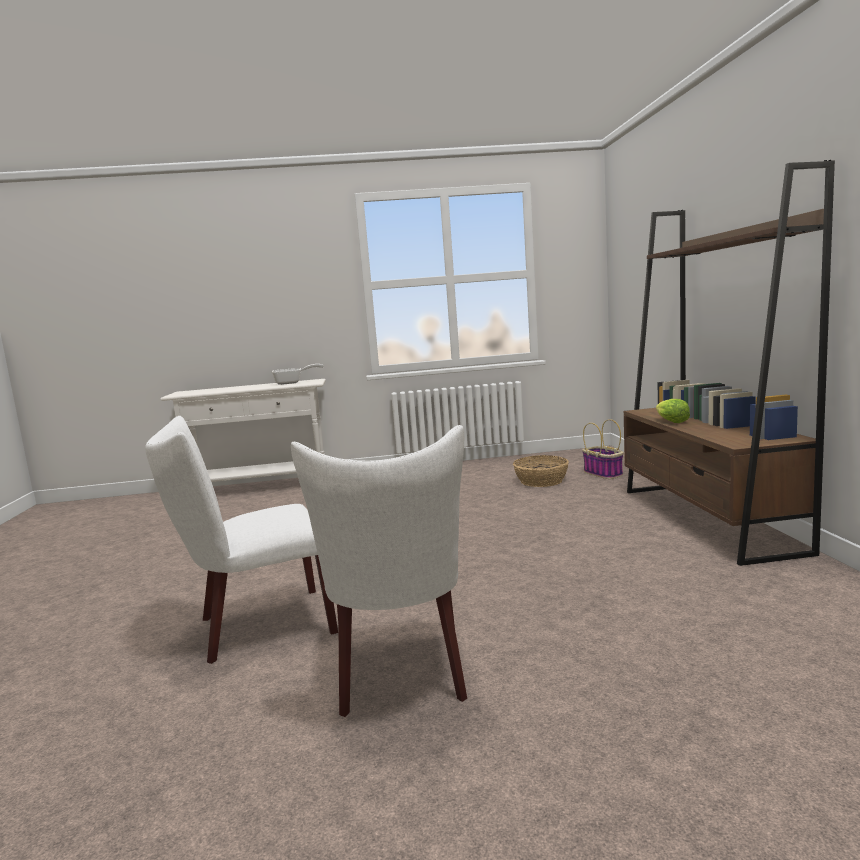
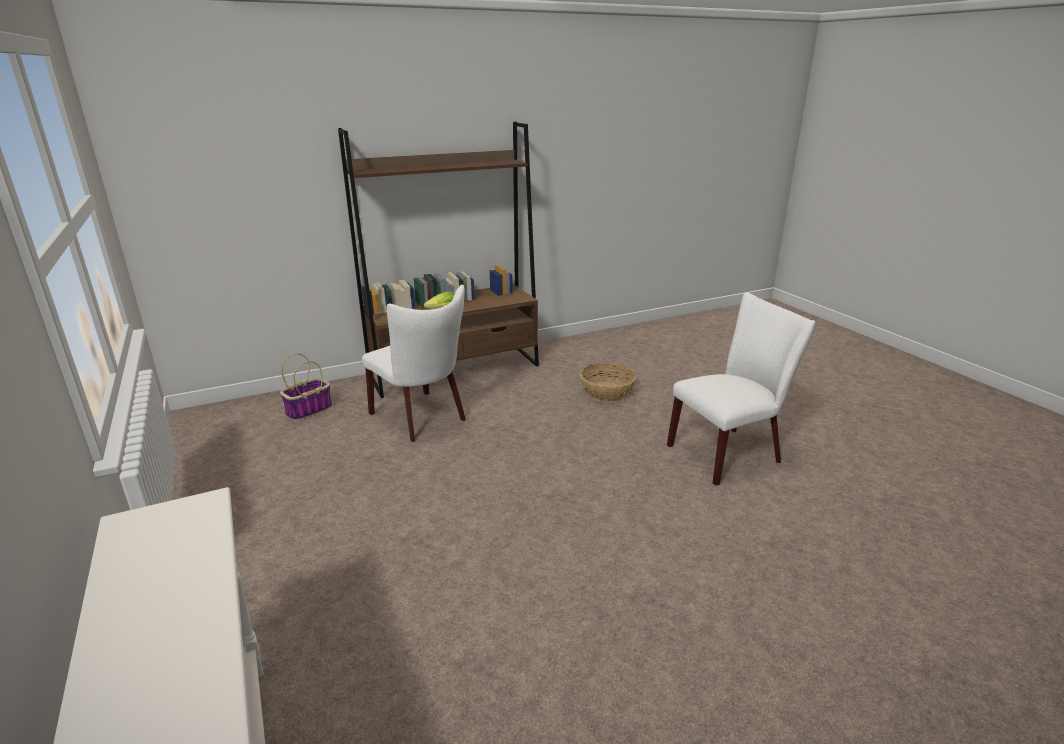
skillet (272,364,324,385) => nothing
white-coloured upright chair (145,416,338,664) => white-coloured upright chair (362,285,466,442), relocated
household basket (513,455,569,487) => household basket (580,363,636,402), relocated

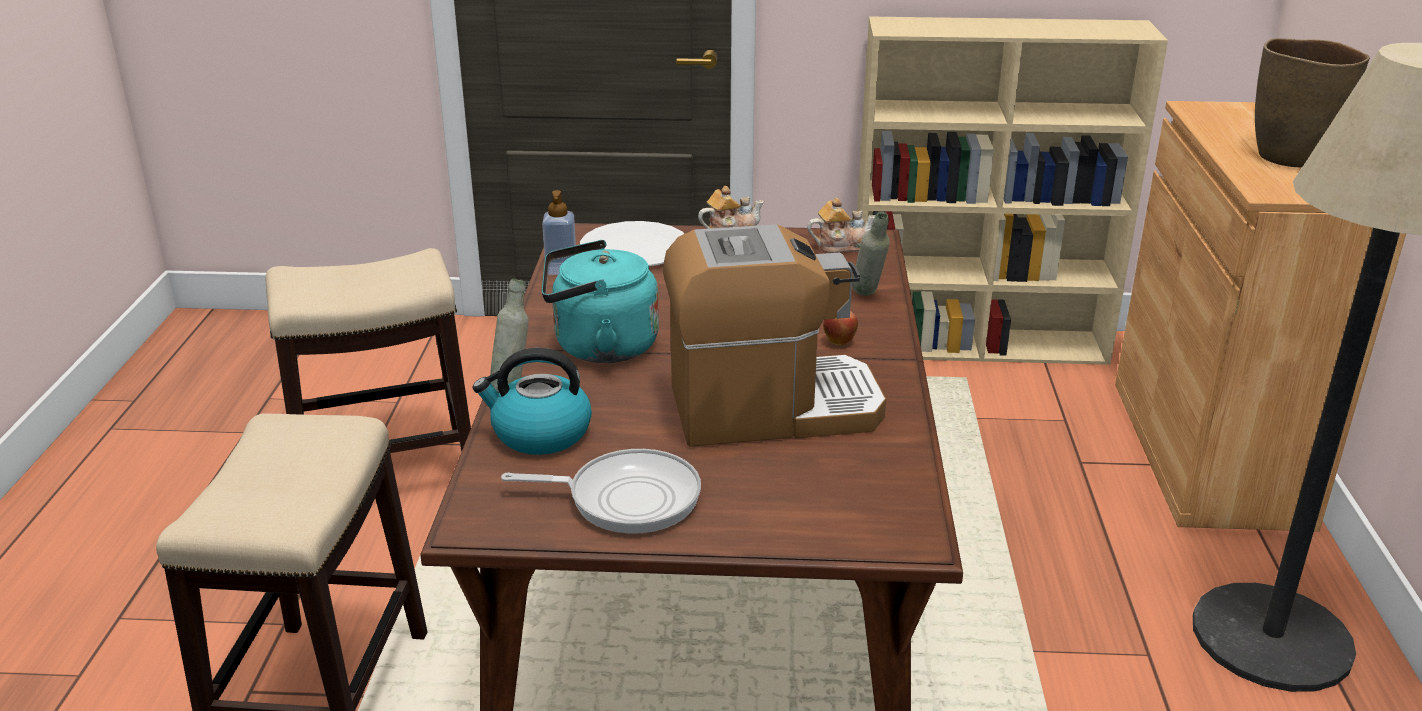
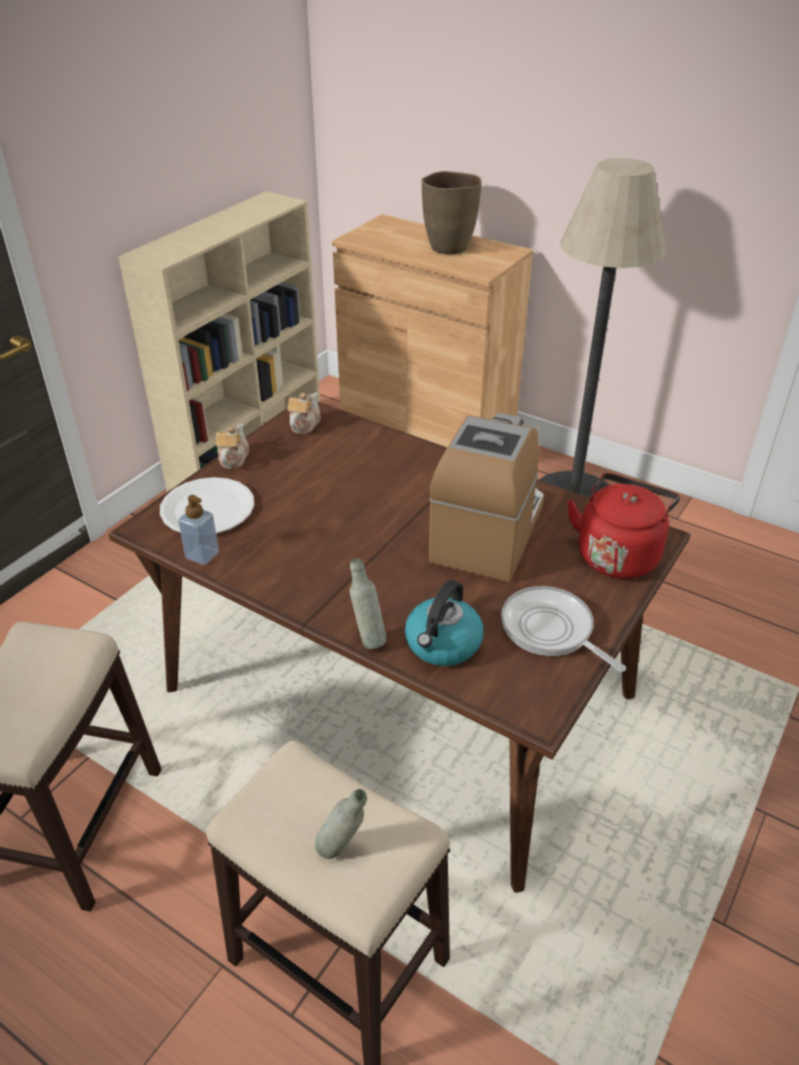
turquoise-coloured tea kettle (542,240,659,363) => nothing
apple (823,311,858,345) => nothing
nothing => reddish tea kettle (567,473,680,579)
gray bottle (852,212,890,296) => gray bottle (315,789,367,859), relocated
skillet (501,449,701,534) => skillet (501,586,626,672), 75 degrees counterclockwise

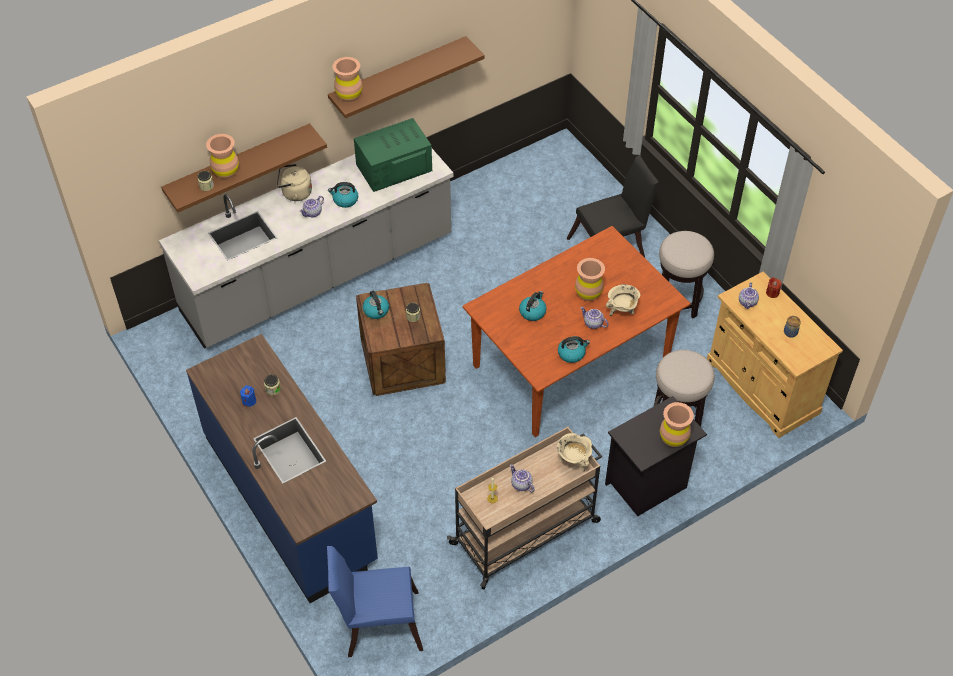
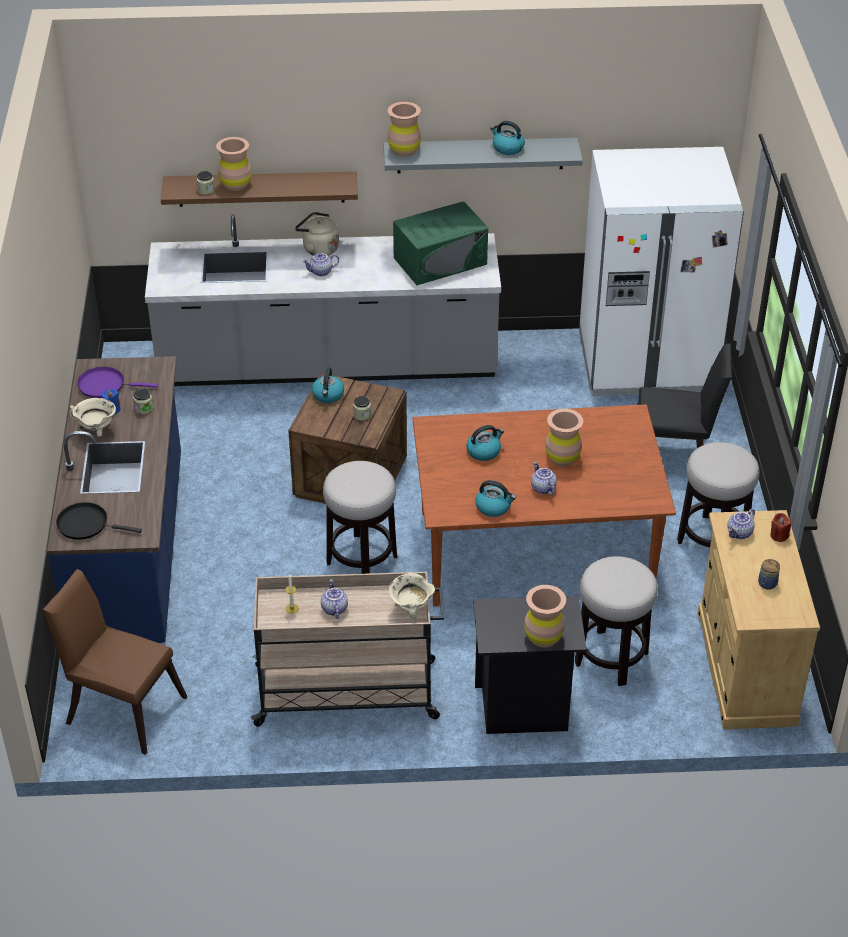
nothing => black-coloured skillet (56,502,142,540)
nothing => purple skillet (77,367,158,398)
nothing => stool seat (323,461,397,574)
nothing => white-coloured kitchen fridge (579,147,744,396)
tea kettle (328,182,358,208) => tea kettle (490,121,525,155), relocated
sand-coloured saucepot (606,284,640,316) => sand-coloured saucepot (69,398,116,437), relocated
blue upright chair (327,546,423,657) => brownish upright chair (43,569,187,755)
brownish wall shelf (328,36,485,118) => gray wall shelf (383,138,583,174)
greenish microwave oven (354,118,432,192) => greenish microwave oven (393,201,488,285), 150 degrees clockwise

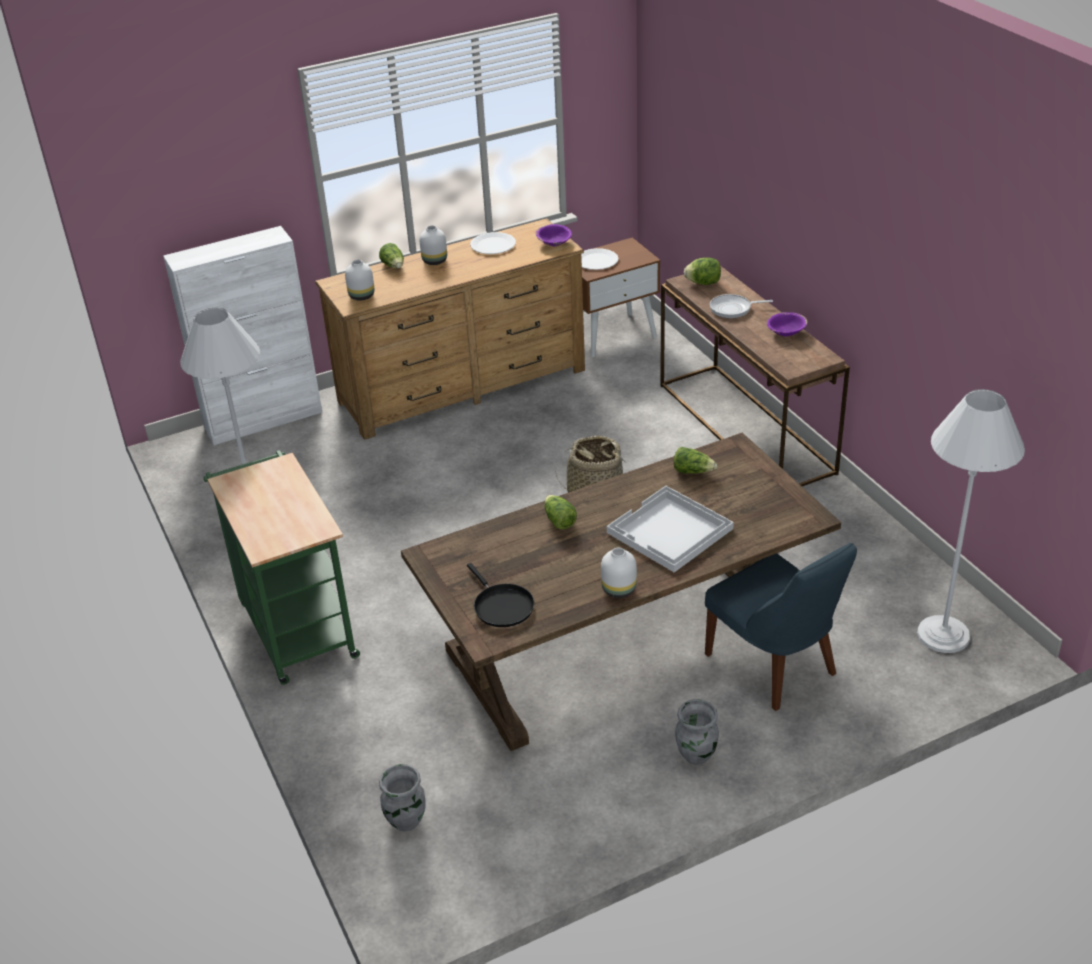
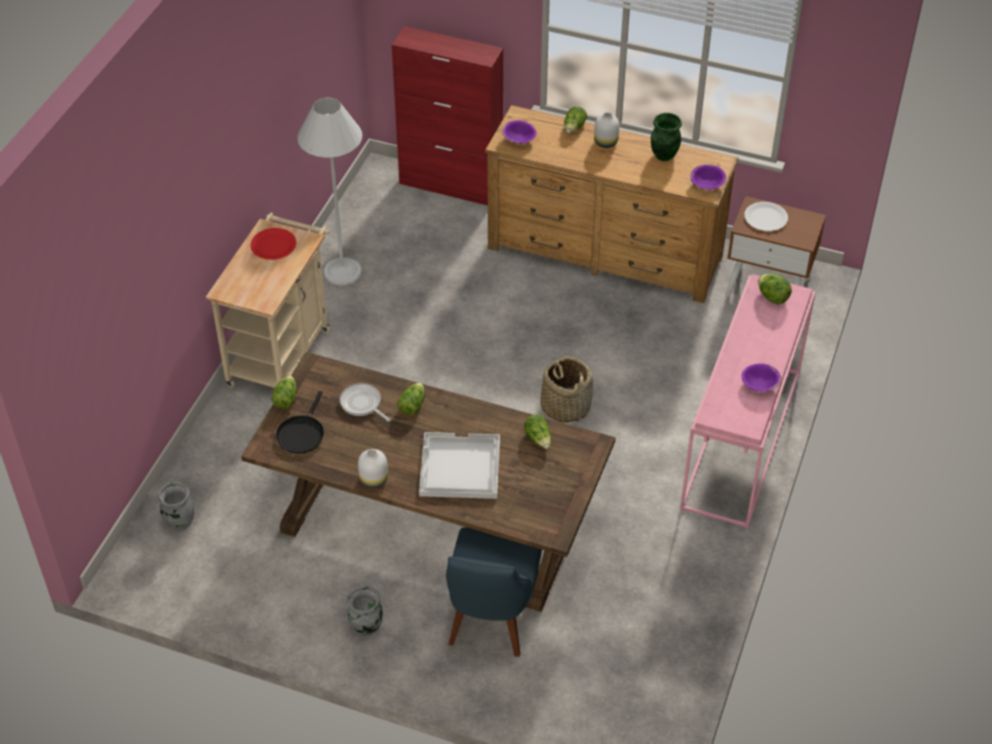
white-coloured floor lamp (917,389,1025,653) => nothing
nothing => reddish dinner plate (250,228,297,260)
nothing => lettuce head (271,375,297,409)
skillet (710,294,773,318) => skillet (340,383,391,421), relocated
white-coloured flower vase (345,260,374,301) => purple serving bowl (502,120,536,144)
white-coloured dinner plate (470,232,516,254) => greenish flower vase (651,113,682,161)
white-coloured storage cabinet (163,226,322,445) => reddish storage cabinet (392,26,503,205)
greenish cart (203,450,360,685) => sand-coloured cart (206,213,331,388)
brownish narrow table (660,266,850,486) => pink narrow table (680,274,816,529)

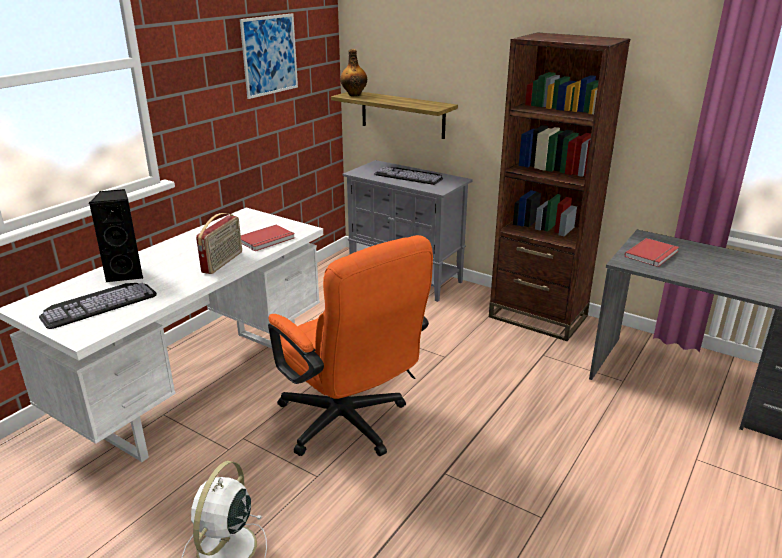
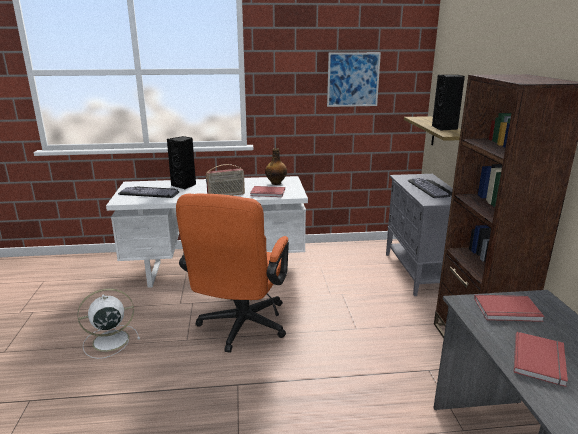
nothing => black-coloured speaker (432,75,465,131)
nothing => reddish book (514,332,568,387)
bottle (340,49,367,96) => bottle (265,148,287,185), relocated

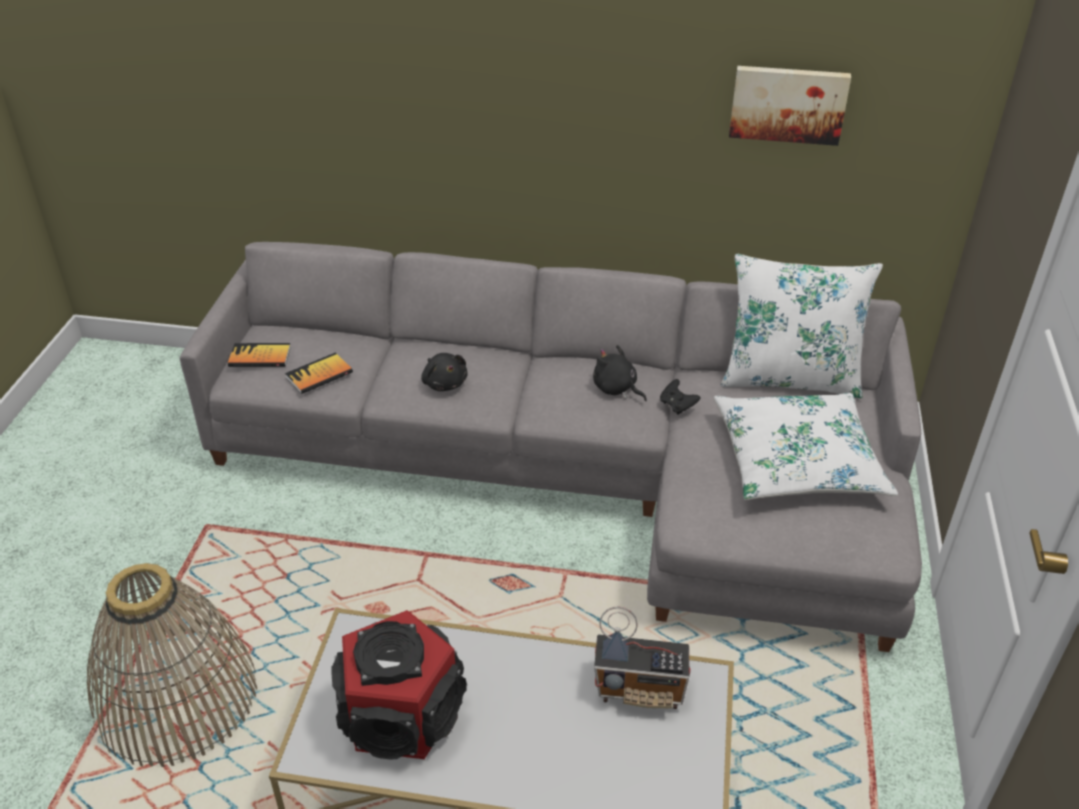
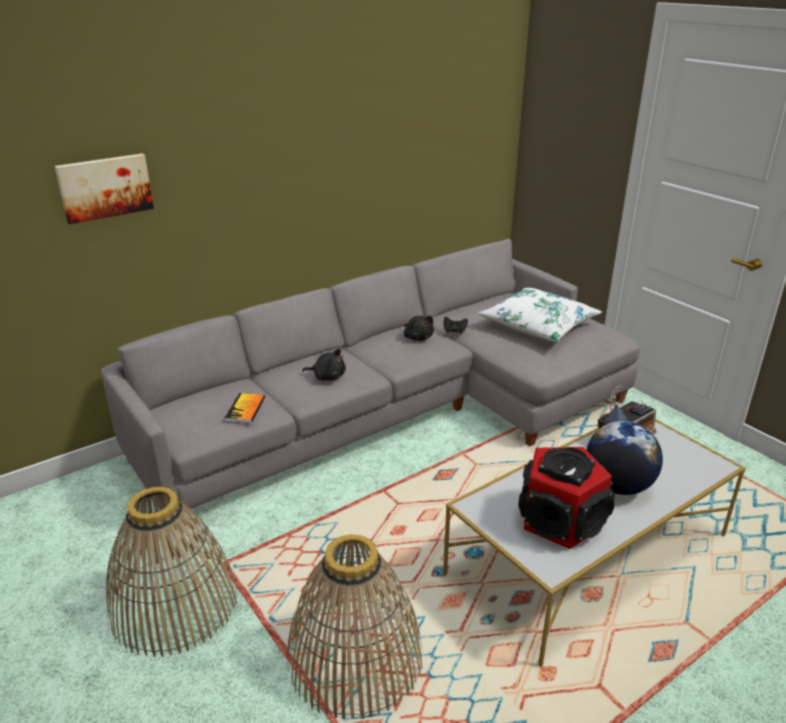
book (228,343,291,367) => nothing
white-coloured throw pillow (720,254,883,398) => nothing
nothing => household basket (106,487,237,657)
nothing => globe (586,421,663,495)
wall picture (729,66,851,146) => wall picture (54,154,154,224), relocated
black-coloured cuddly toy (593,345,647,401) => black-coloured cuddly toy (404,316,434,341), 120 degrees counterclockwise

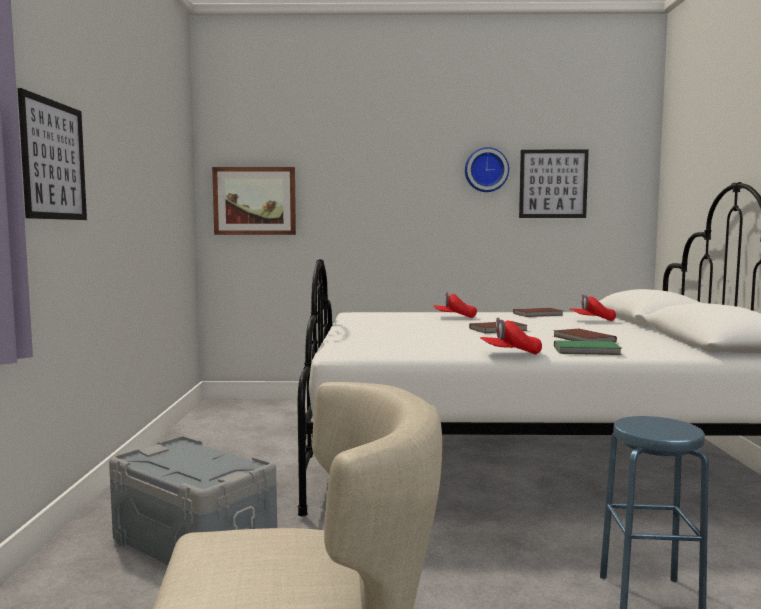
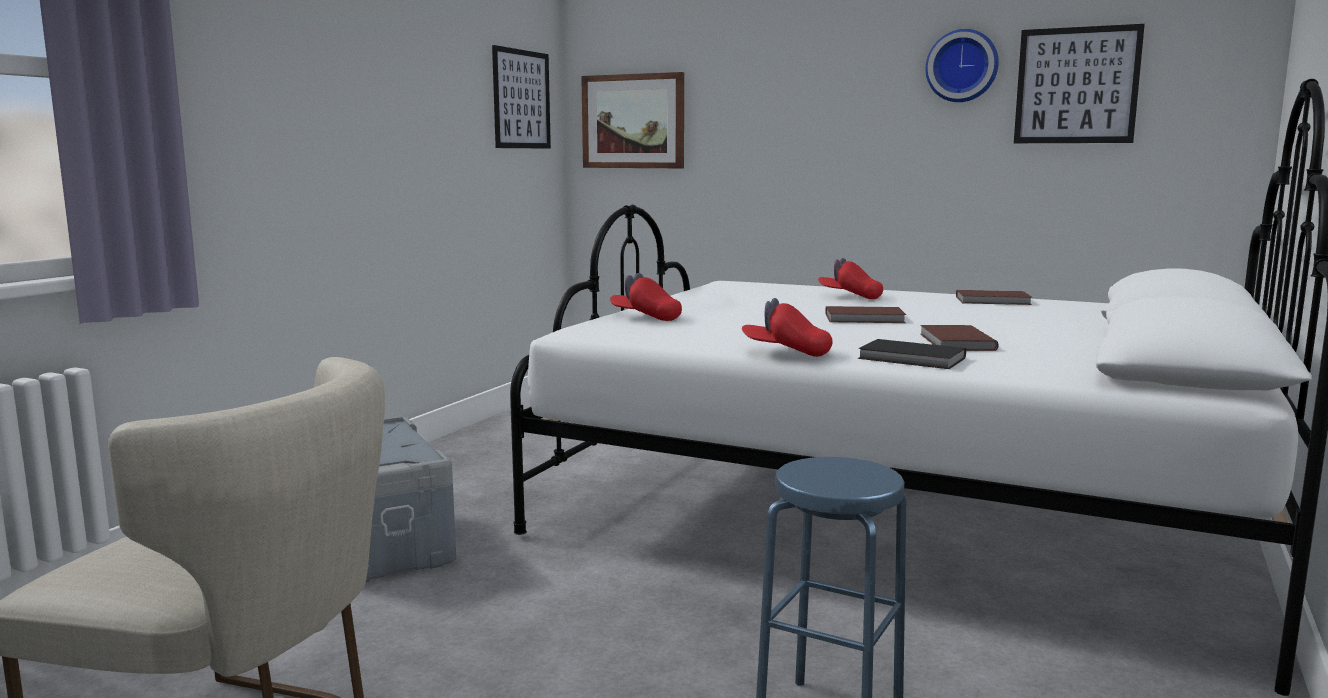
wall picture (18,88,87,220) => wall picture (492,45,551,149), relocated
reddish peaked cap (569,294,616,321) => reddish peaked cap (610,273,682,321), relocated
greenish book (554,340,621,355) => black-coloured book (858,339,966,369)

